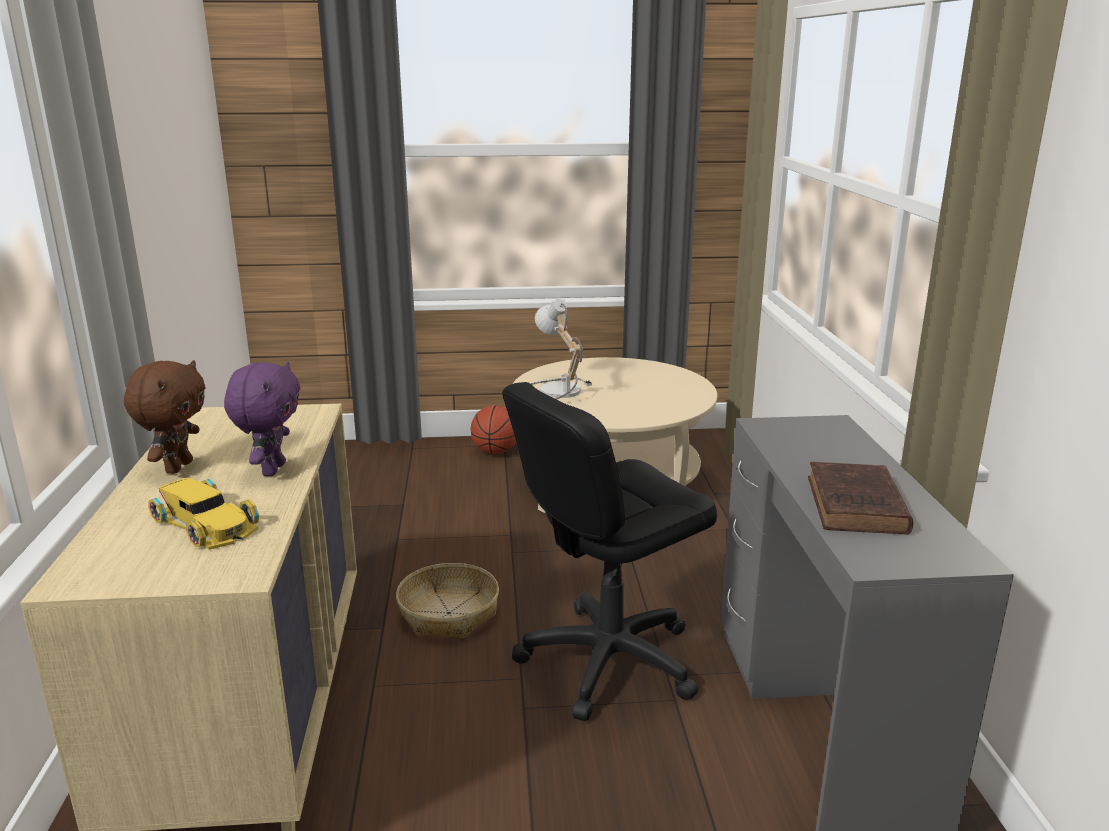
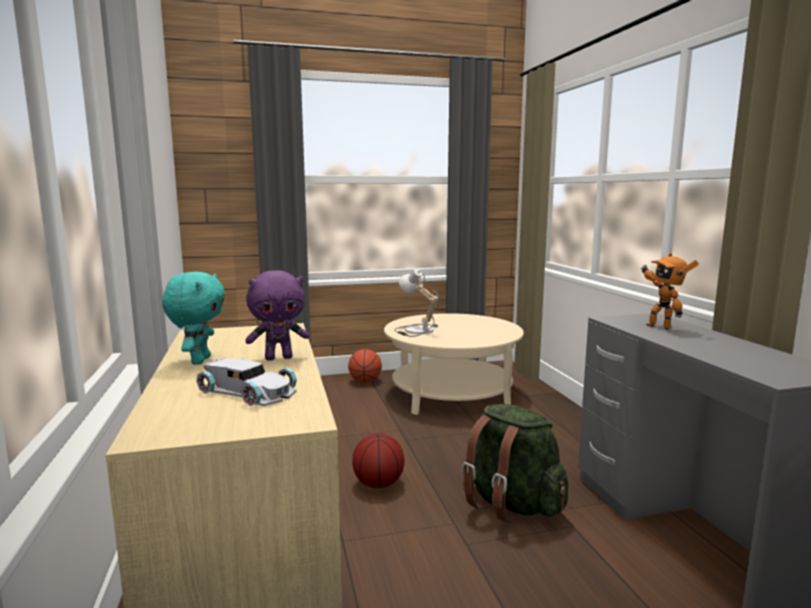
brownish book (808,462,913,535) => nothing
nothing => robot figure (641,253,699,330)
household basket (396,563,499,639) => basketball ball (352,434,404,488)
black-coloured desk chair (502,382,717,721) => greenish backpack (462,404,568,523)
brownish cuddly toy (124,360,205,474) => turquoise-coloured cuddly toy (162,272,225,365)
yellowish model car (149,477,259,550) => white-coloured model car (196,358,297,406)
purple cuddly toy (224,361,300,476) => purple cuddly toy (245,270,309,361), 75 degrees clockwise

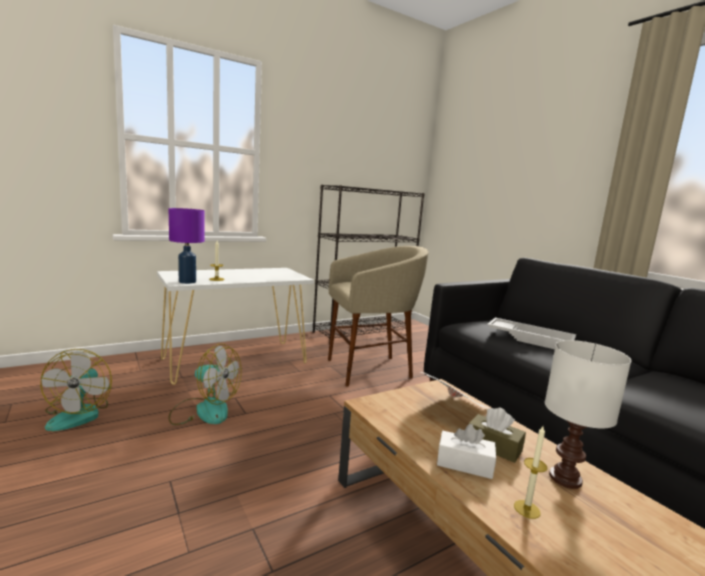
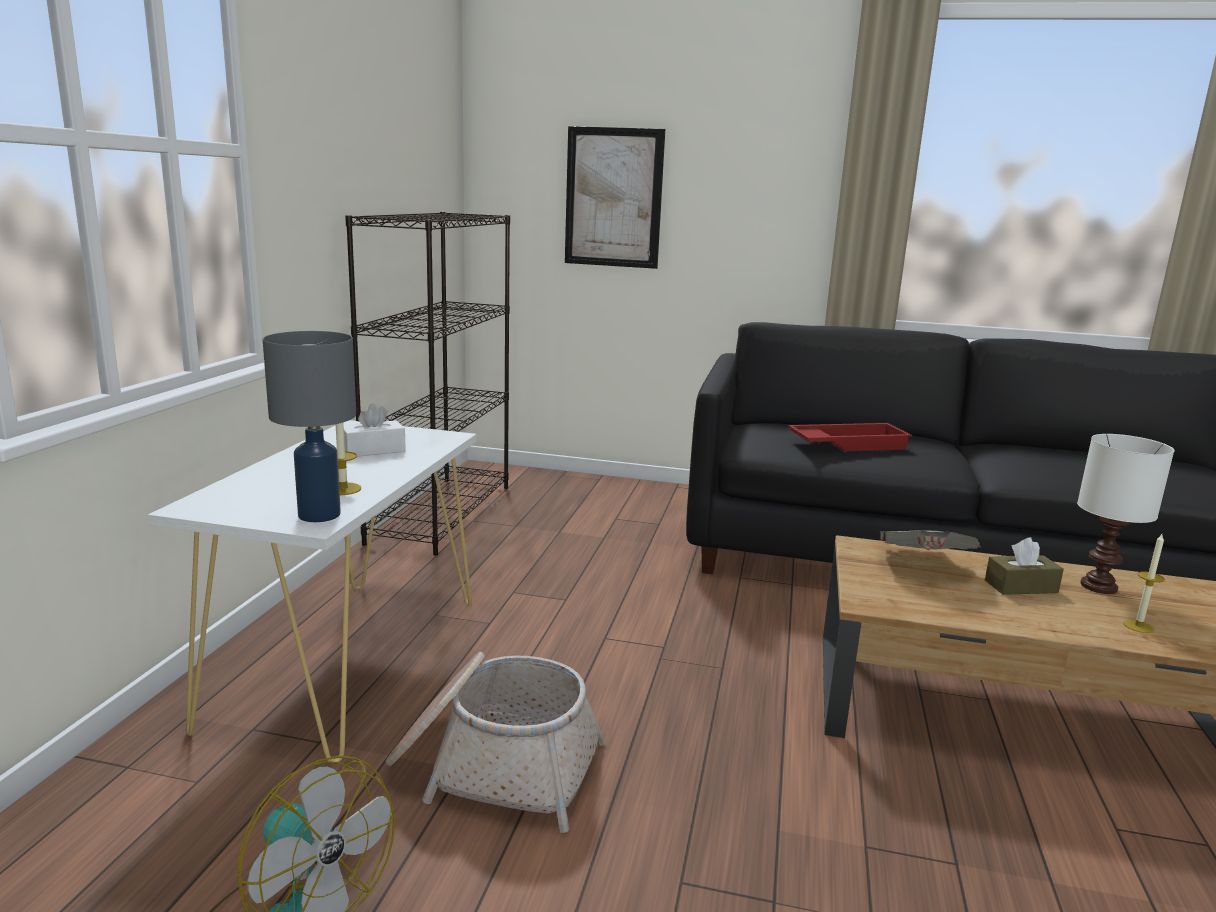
sand-coloured stool seat (328,246,429,387) => nothing
nothing => wall picture (565,126,665,269)
white-coloured tissue holder (437,424,496,479) => white-coloured tissue holder (344,403,406,457), relocated
cooling fan (168,344,242,425) => household basket (385,652,606,833)
purple tabletop lamp (169,208,205,284) => gray tabletop lamp (263,331,356,522)
white-coloured serving tray (487,318,576,349) => reddish serving tray (788,423,912,451)

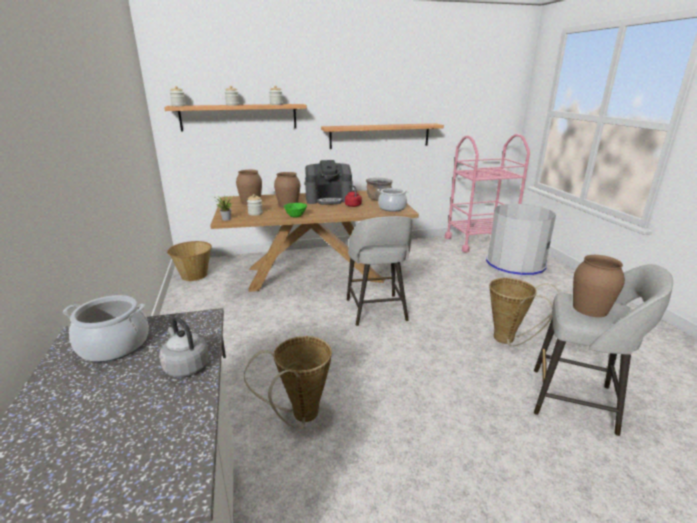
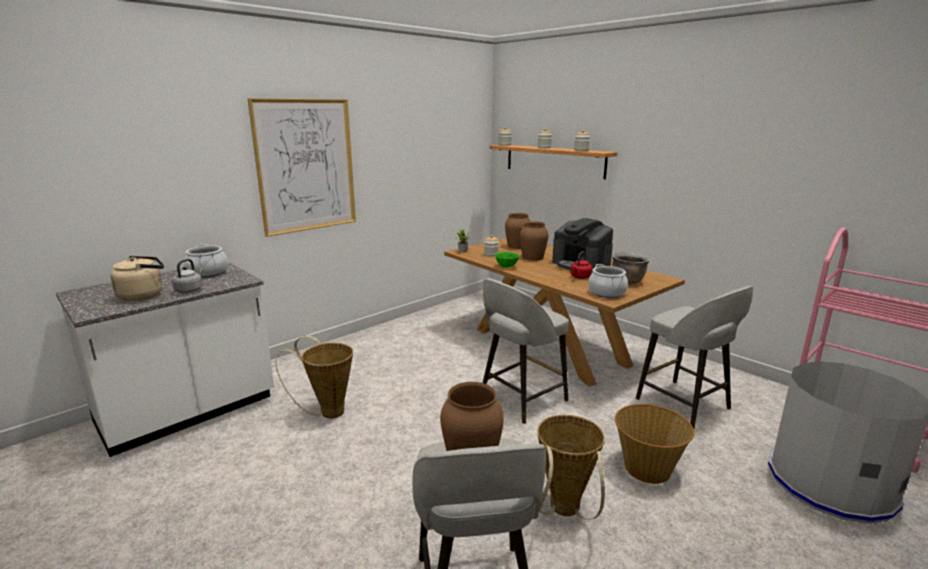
wall shelf (321,123,444,149) => nothing
nothing => sand-coloured tea kettle (110,256,164,301)
nothing => wall picture (247,98,356,237)
nothing => gray stool seat (636,286,753,429)
household basket (167,241,212,281) => household basket (615,404,694,484), relocated

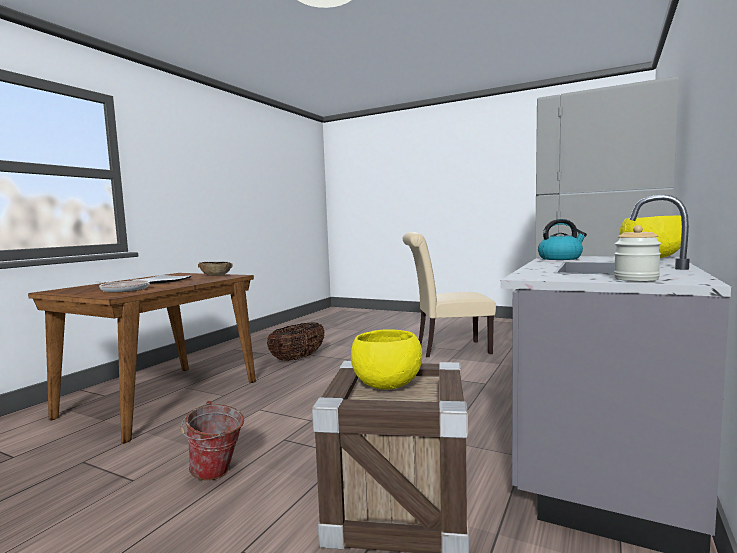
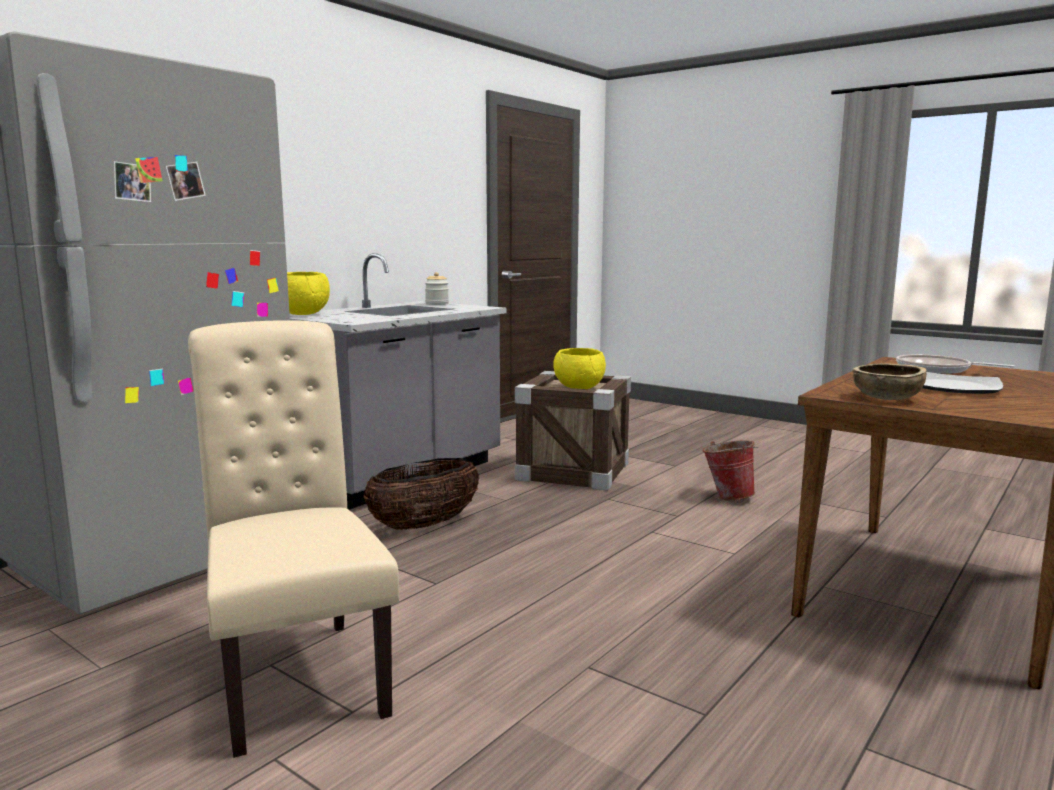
tea kettle (538,219,587,260) => nothing
household basket (267,323,325,361) => household basket (364,458,479,530), relocated
sand-coloured upright chair (403,232,496,357) => sand-coloured upright chair (188,320,399,758), 120 degrees counterclockwise

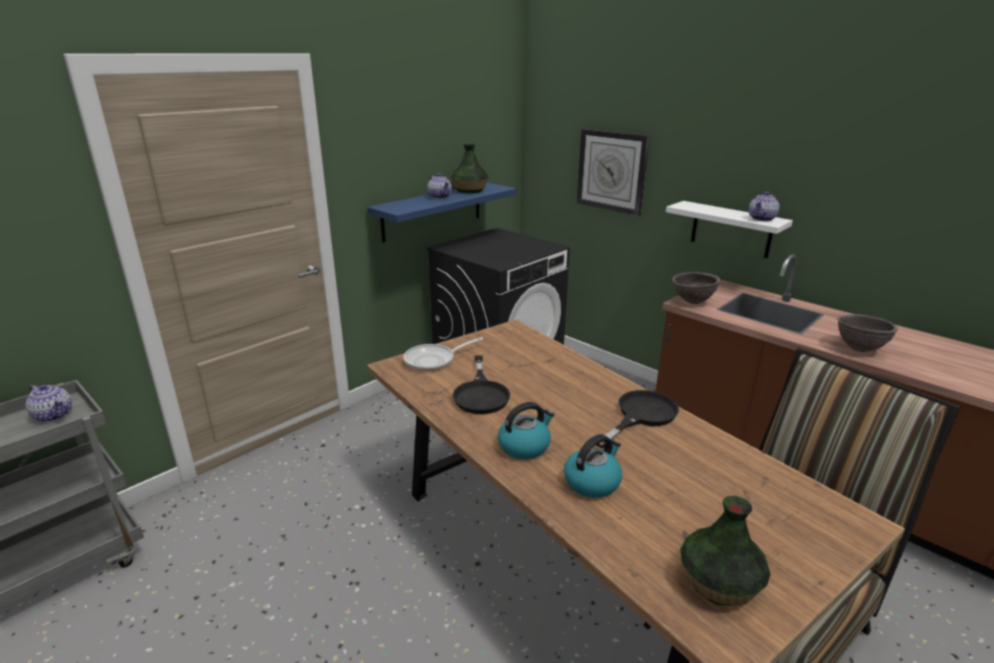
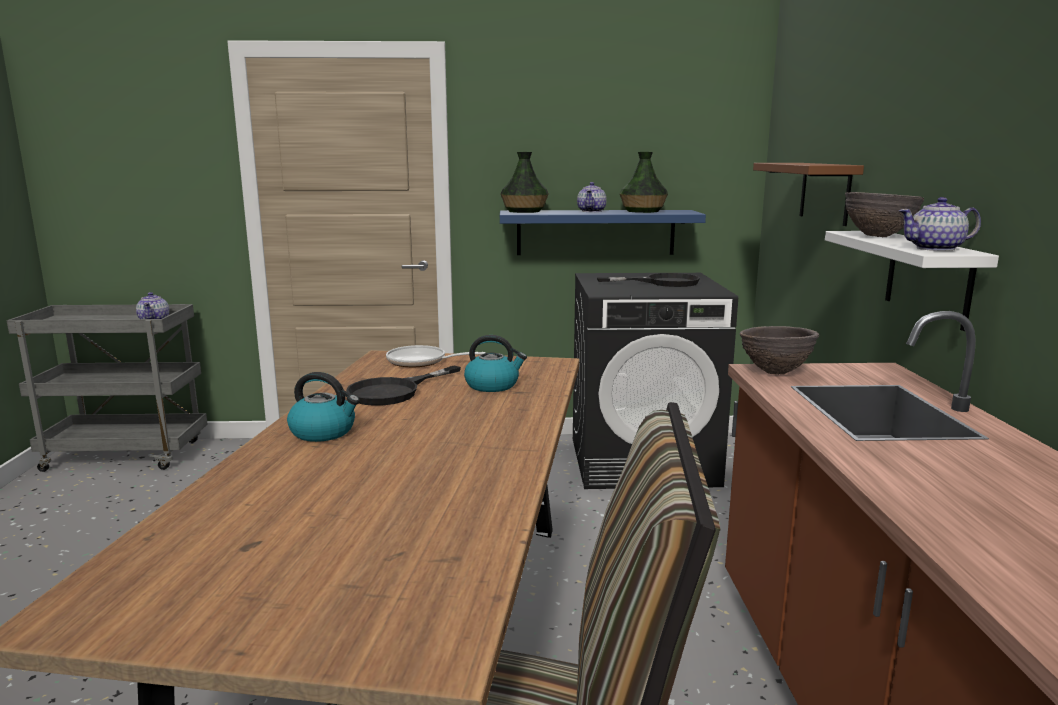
tea kettle (564,434,622,498) => tea kettle (464,335,527,392), relocated
black-coloured skillet (596,390,679,448) => black-coloured skillet (597,273,700,287), relocated
flower vase (680,496,771,606) => flower vase (501,152,549,213), relocated
brownish serving bowl (837,314,898,352) => brownish serving bowl (845,192,924,238), relocated
hanging clock (577,129,650,216) => brownish wall shelf (753,163,864,226)

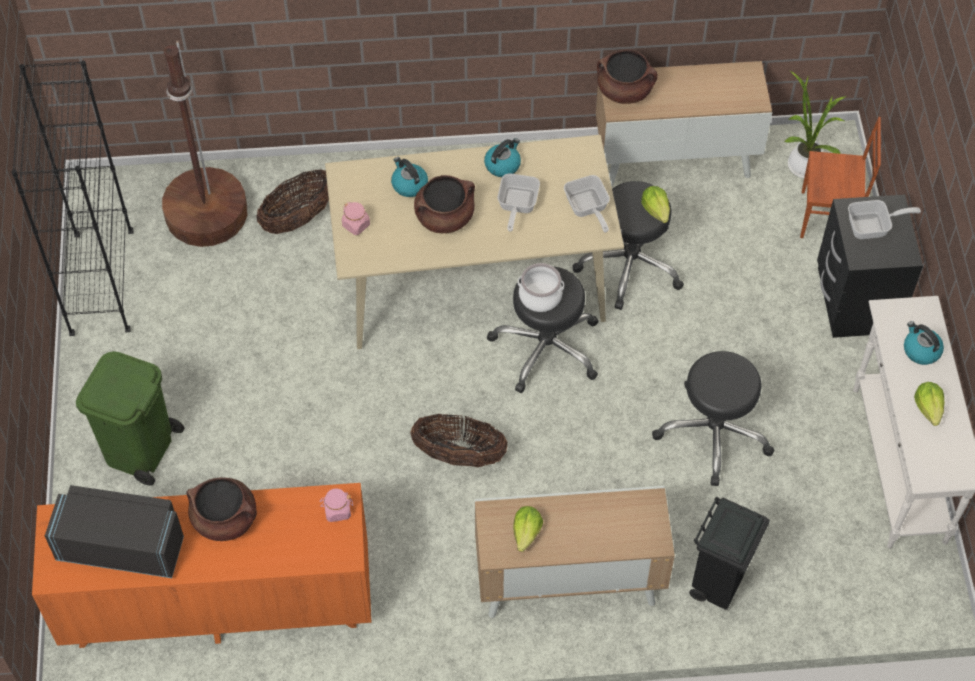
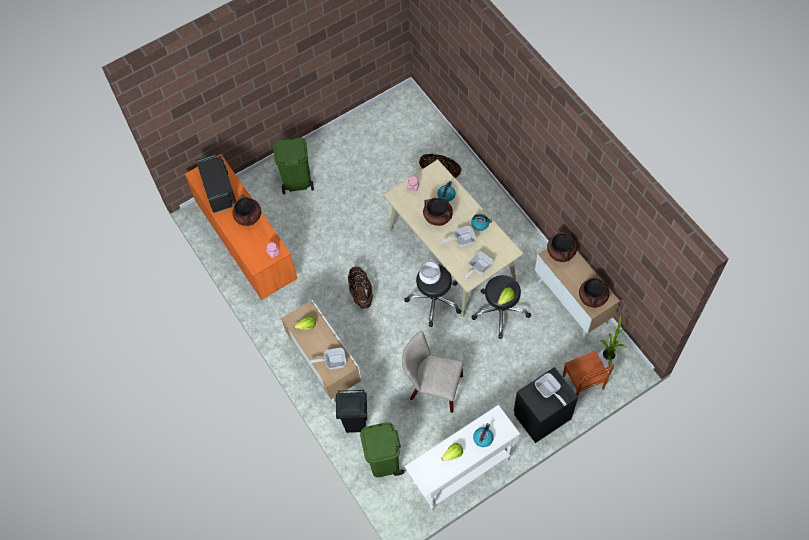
black-coloured bookcase (11,61,134,336) => nothing
brownish floor lamp (162,41,247,247) => nothing
nothing => skillet (309,348,346,369)
nothing => greenish rubbish bin (360,422,405,478)
nothing => brownish saucepot (579,275,609,308)
black-coloured stool seat (652,351,774,486) => sand-coloured upright chair (402,331,464,413)

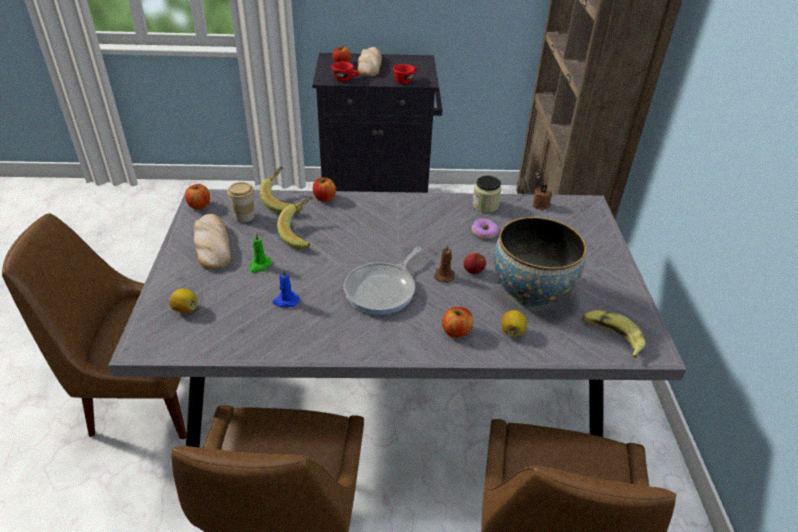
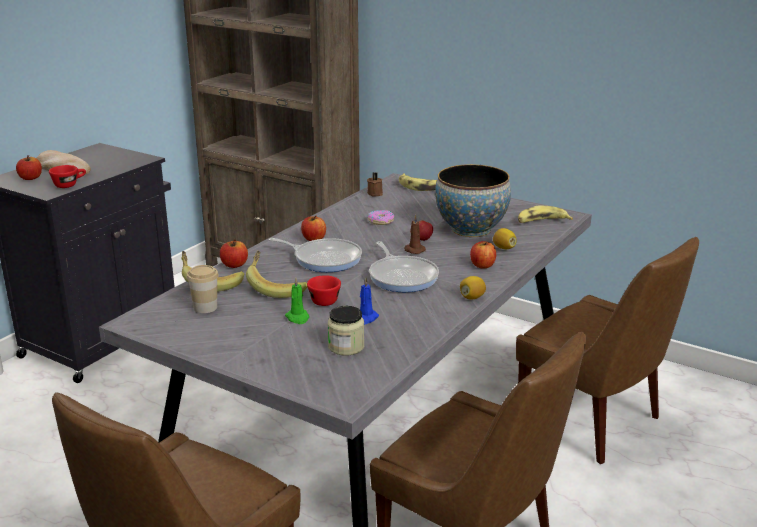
bread (194,214,231,270) => nothing
nothing => skillet (269,238,362,272)
nothing => banana fruit (399,173,437,191)
lemon (169,289,198,313) => lemon (460,276,486,300), relocated
apple (185,184,210,209) => apple (301,215,326,241), relocated
reddish cup (393,64,417,84) => reddish cup (307,275,341,306), relocated
jar (472,175,501,213) => jar (328,306,364,356), relocated

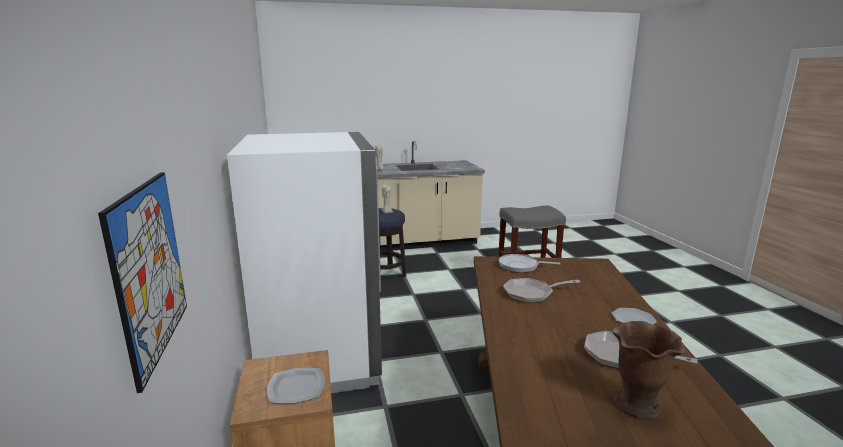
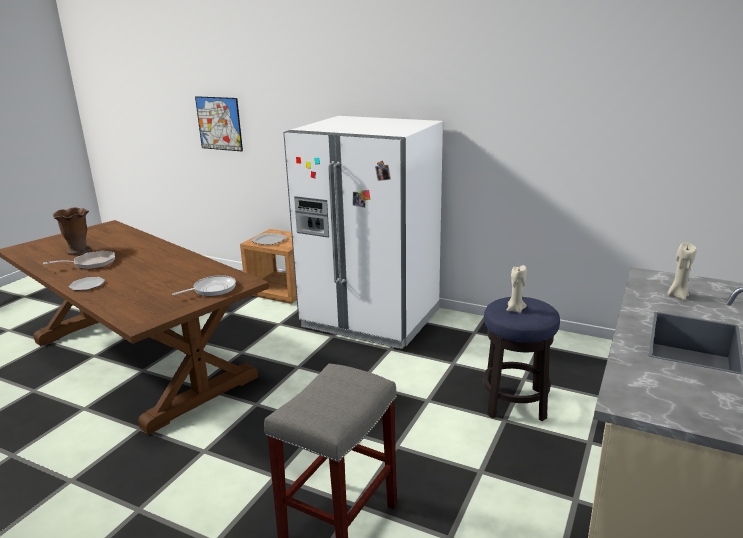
skillet (503,278,580,303) => nothing

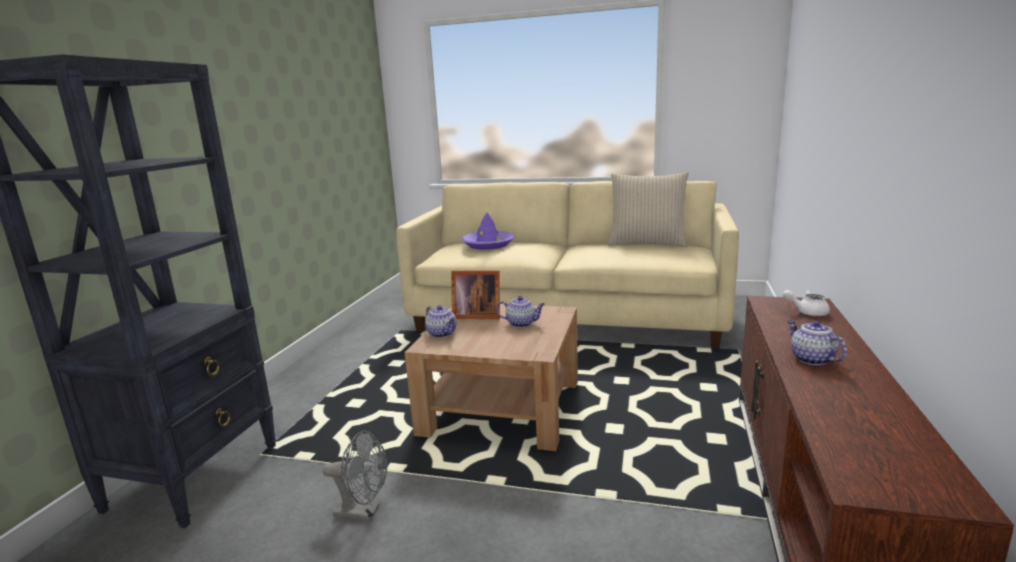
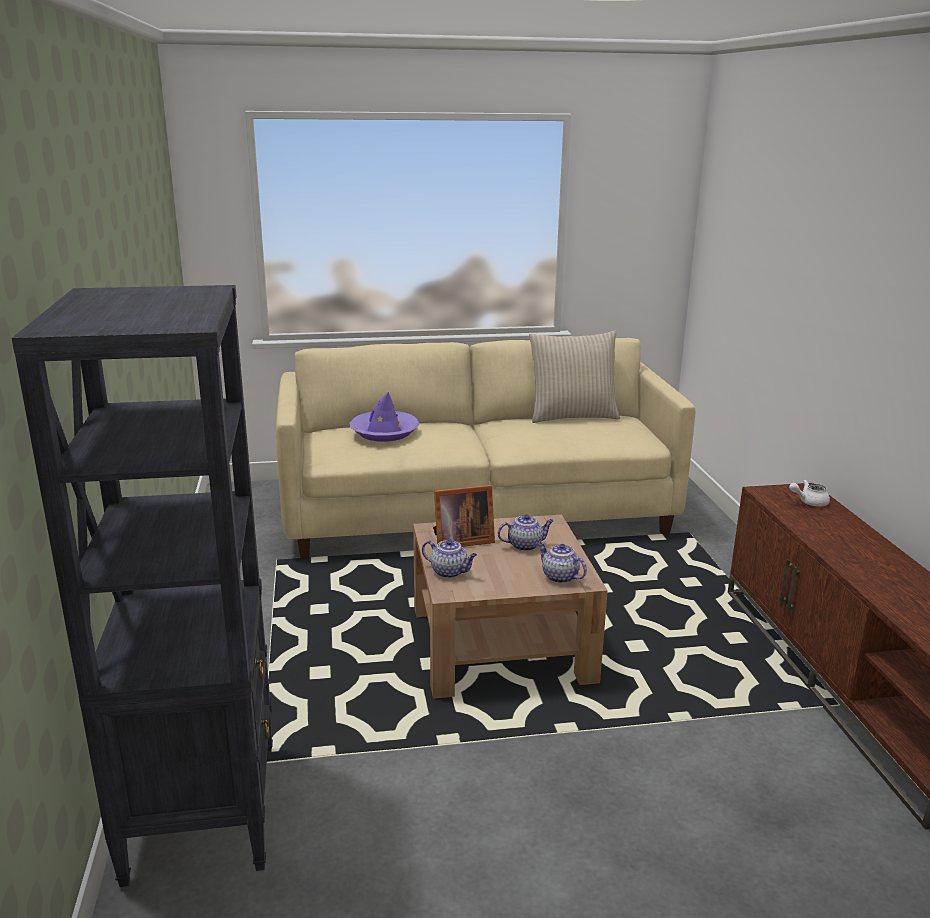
gray cooling fan (322,431,387,521) => nothing
pot for tea (787,320,847,365) => pot for tea (537,542,587,583), relocated

